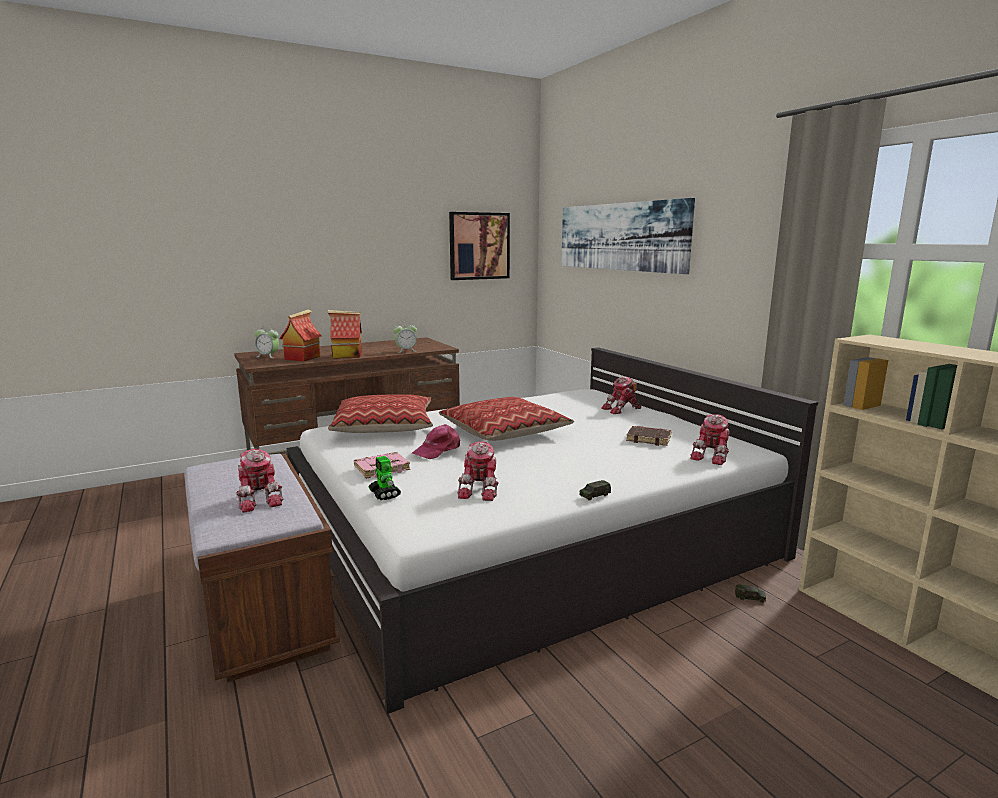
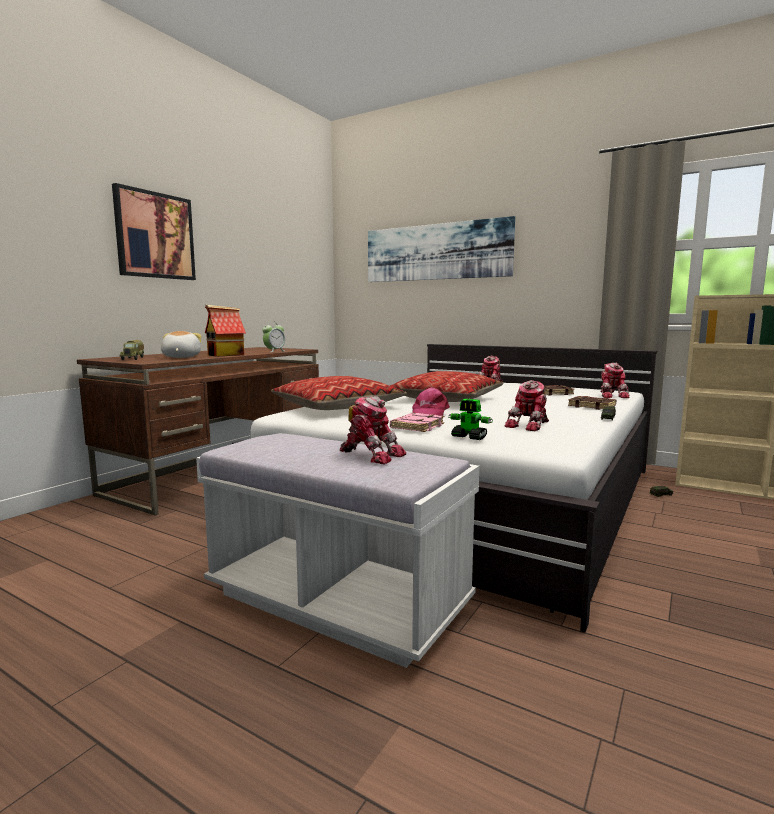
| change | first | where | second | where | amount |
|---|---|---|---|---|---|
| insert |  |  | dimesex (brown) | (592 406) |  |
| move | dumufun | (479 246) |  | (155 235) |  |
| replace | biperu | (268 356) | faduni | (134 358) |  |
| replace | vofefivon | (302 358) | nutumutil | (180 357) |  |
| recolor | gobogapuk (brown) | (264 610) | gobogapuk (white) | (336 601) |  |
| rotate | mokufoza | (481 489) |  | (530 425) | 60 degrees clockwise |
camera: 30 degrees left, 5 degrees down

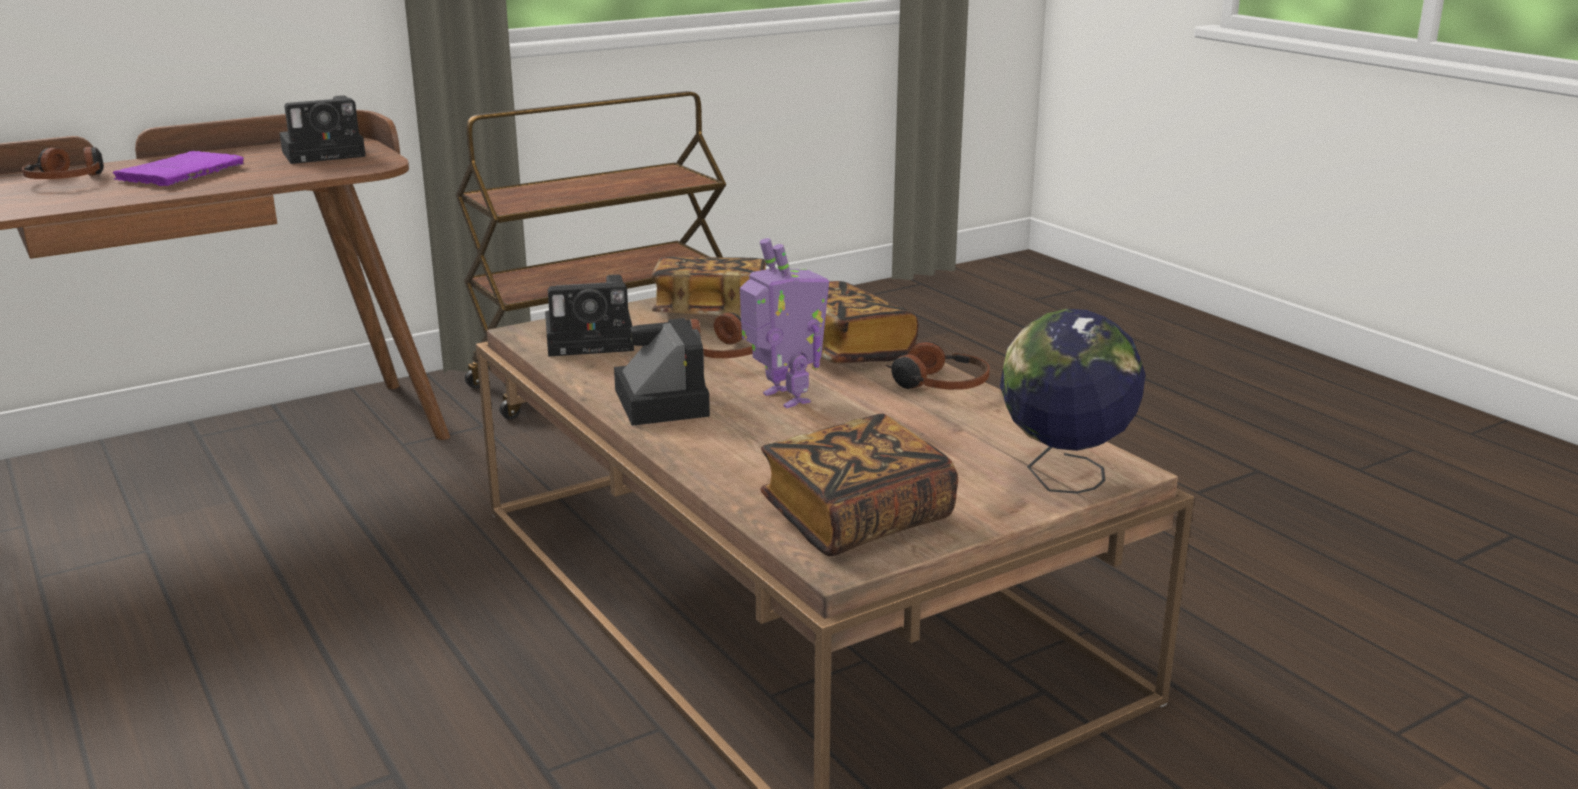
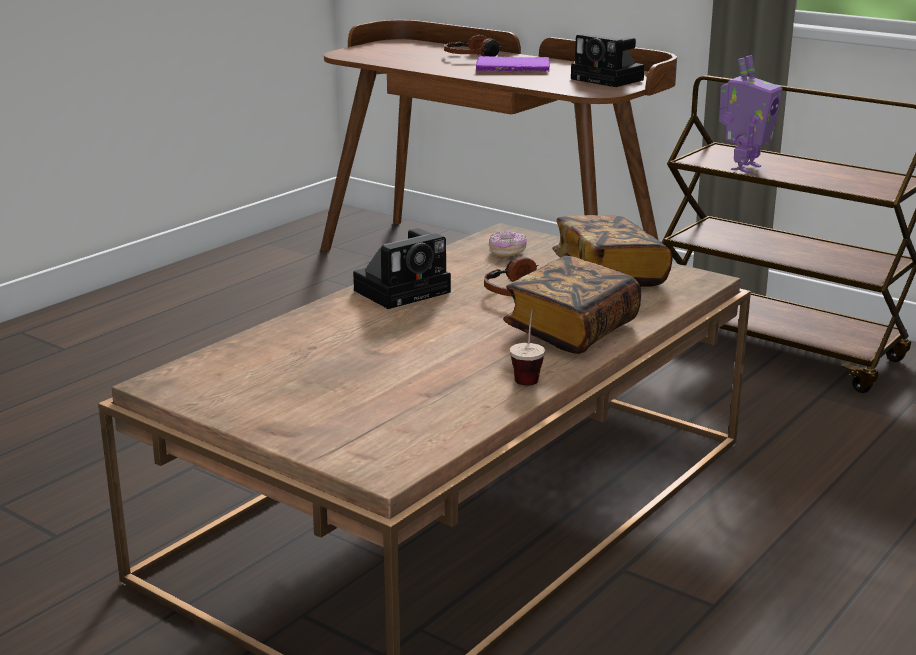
| change | first | where | second | where | amount |
|---|---|---|---|---|---|
| delete | dimesex | (856 519) |  |  |  |
| delete | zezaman | (1063 479) |  |  |  |
| move | mokufoza | (784 398) |  | (743 167) |  |
| replace | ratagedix | (594 340) | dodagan | (507 252) |  |
| replace | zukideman | (937 384) | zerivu | (528 375) |  |
camera: 70 degrees right, 0 degrees up

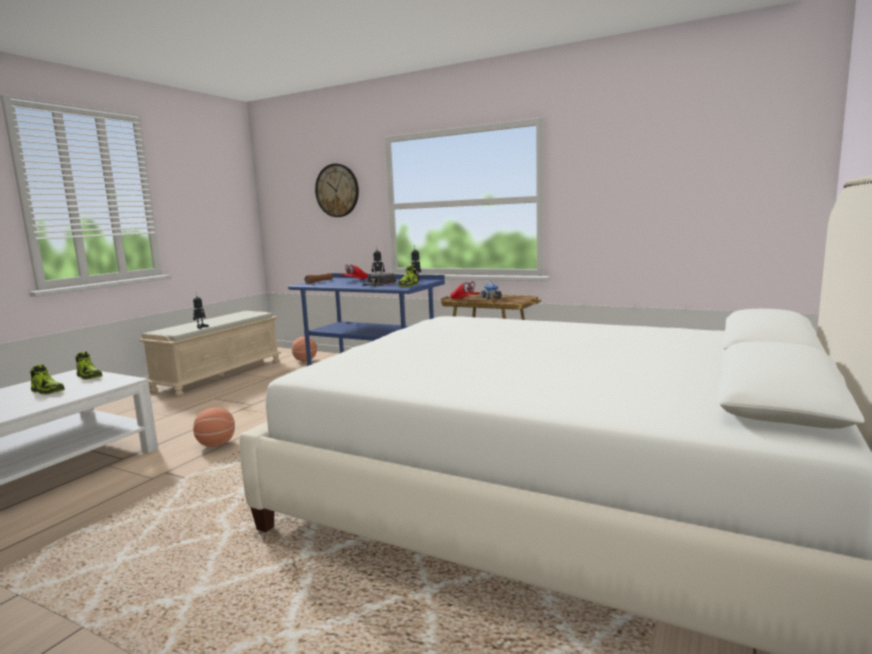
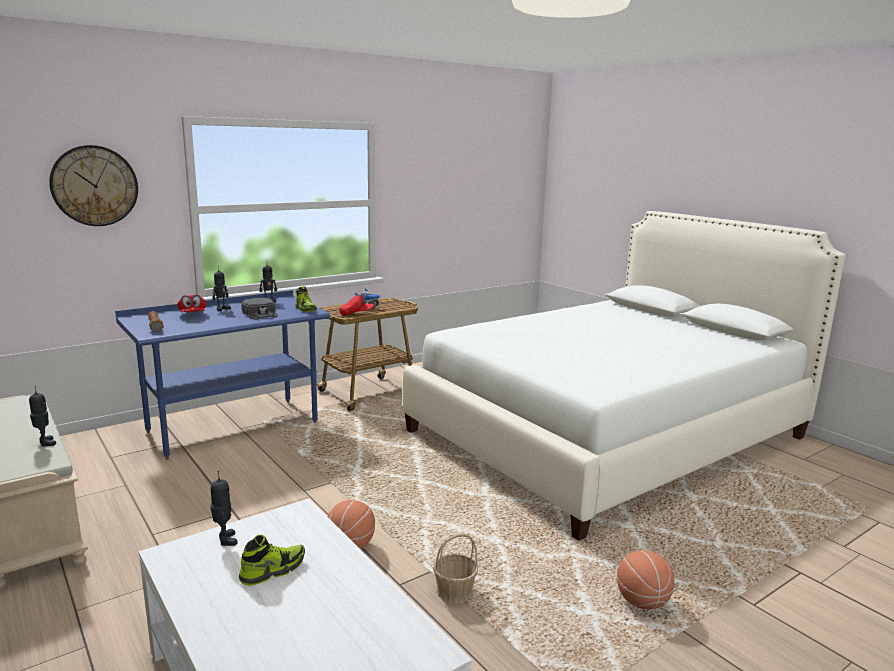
| change | first | where | second | where | amount |
|---|---|---|---|---|---|
| insert |  |  | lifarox | (454 591) |  |
| move | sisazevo | (305 360) |  | (642 602) |  |
| replace | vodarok | (89 376) | mokufoza | (225 540) |  |
camera: 65 degrees left, 5 degrees up

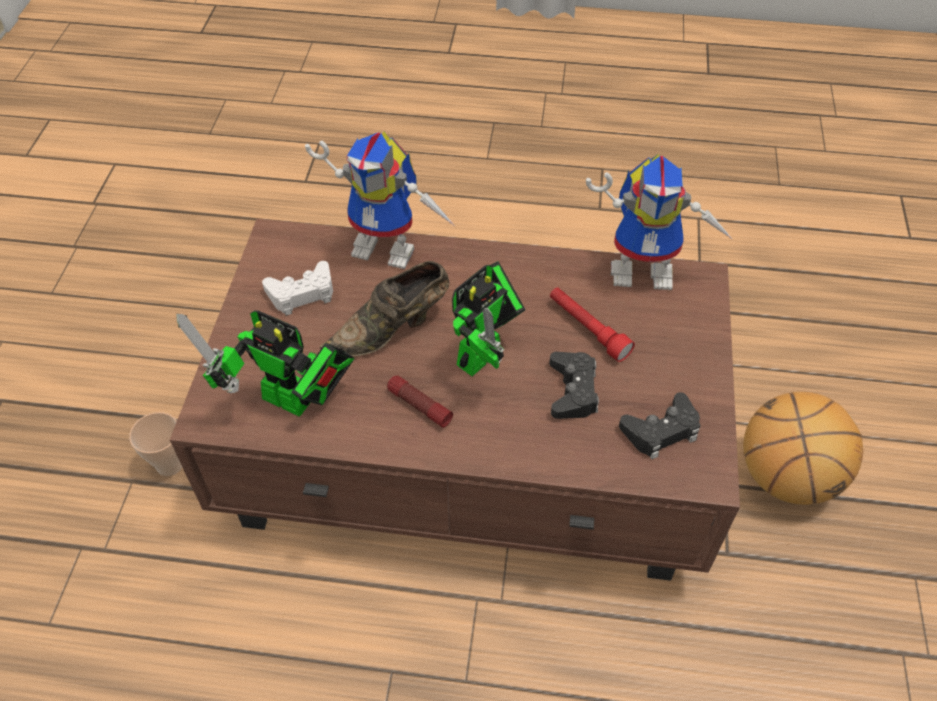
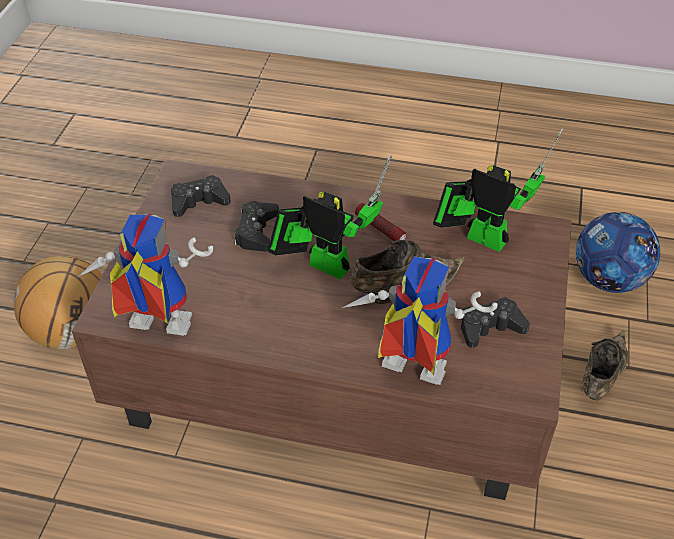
| change | first | where | second | where | amount |
|---|---|---|---|---|---|
| delete | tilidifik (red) | (587 329) |  |  |  |
| insert |  |  | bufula | (608 279) |  |
| replace | zerivu | (170 464) | vodarok (brown) | (600 378) |  |
| recolor | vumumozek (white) | (302 293) | vumumozek (black) | (490 327) |  |
| rotate | mokufoza | (484 353) |  | (323 264) | 75 degrees clockwise |
camera: 175 degrees left, 5 degrees down

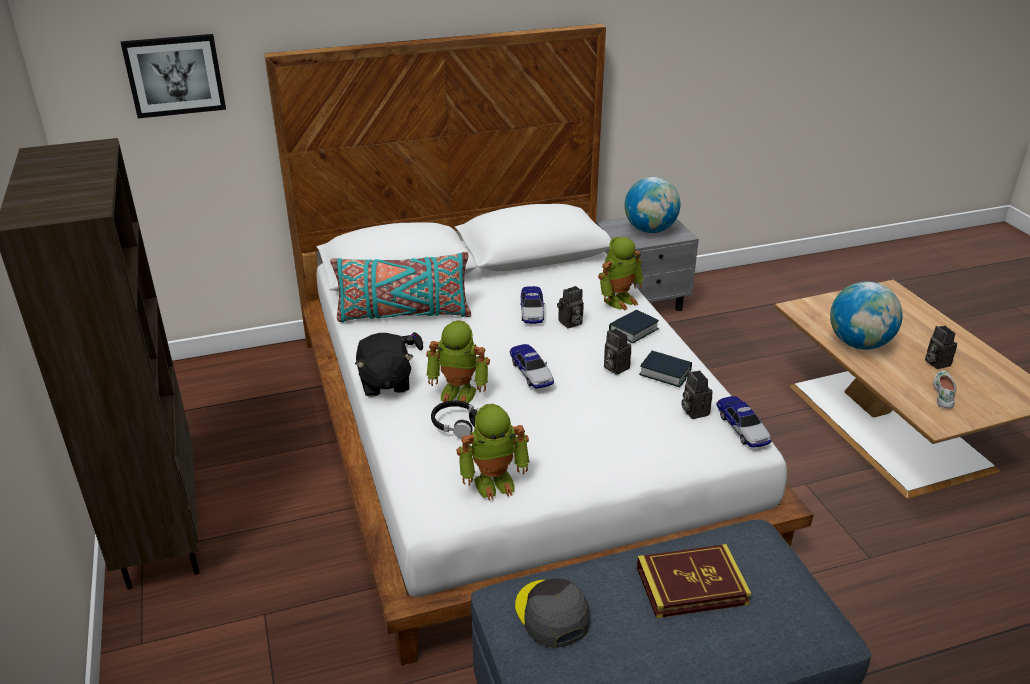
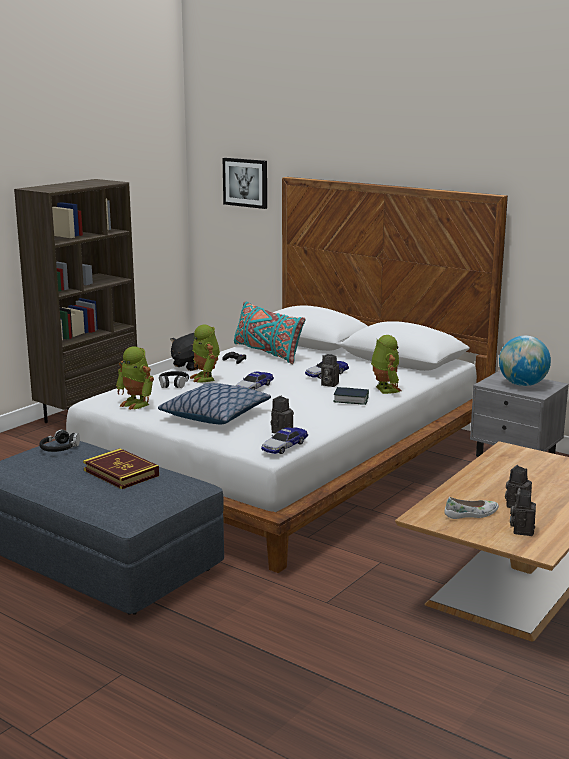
| change | first | where | second | where | amount |
|---|---|---|---|---|---|
| delete | dimesex | (665 373) |  |  |  |
| delete | zezaman | (859 344) |  |  |  |
| insert |  |  | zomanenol | (215 415) |  |
| move | ratagedix | (614 367) |  | (521 530) |  |
| replace | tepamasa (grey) | (551 614) | zukideman (black) | (59 448) |  |
| rotate | mokufoza | (619 300) |  | (384 389) | 120 degrees counterclockwise |
camera: 55 degrees right, 15 degrees down

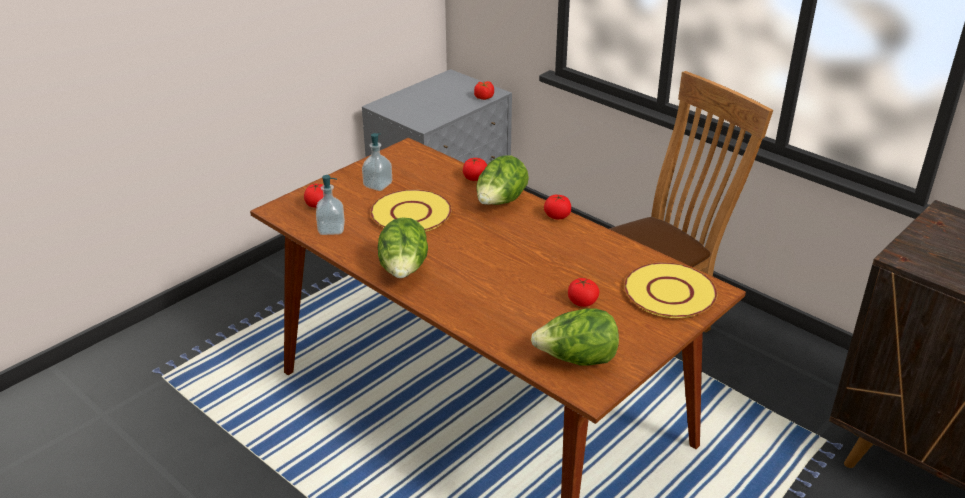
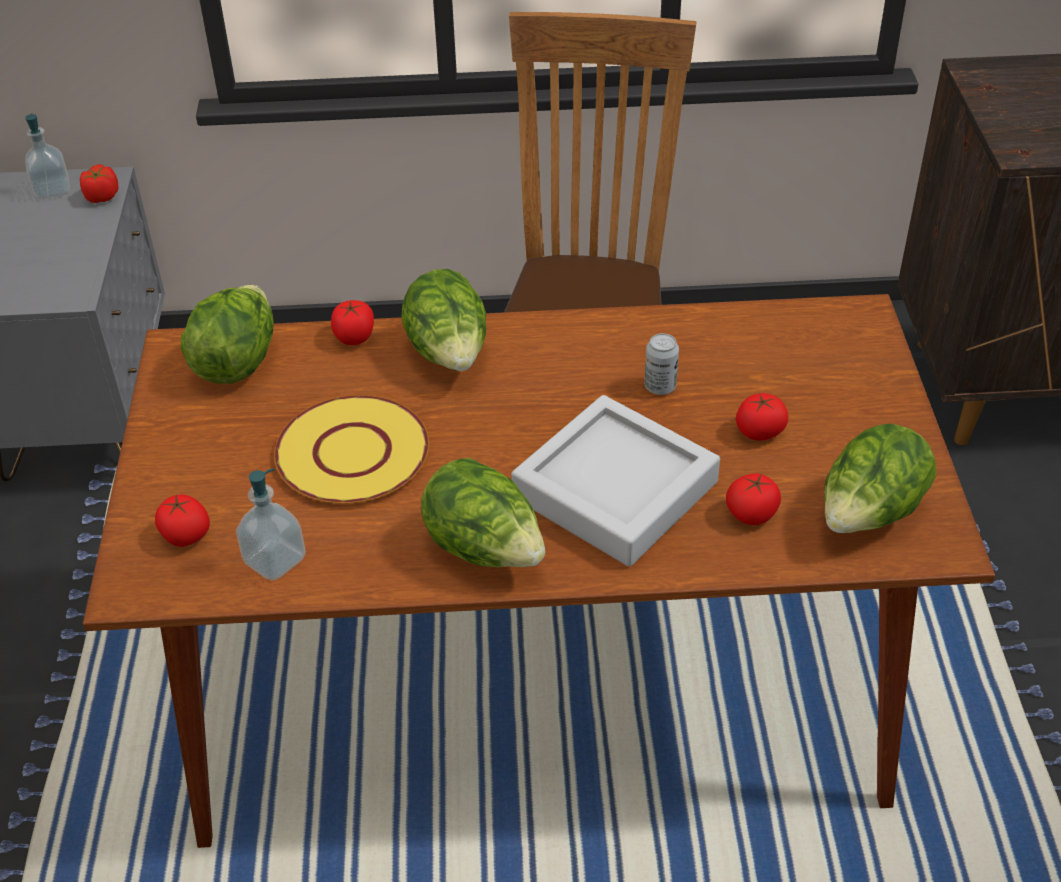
| change | first | where | second | where | amount |
|---|---|---|---|---|---|
| delete | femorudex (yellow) | (669 292) |  |  |  |
| insert |  |  | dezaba | (237 361) |  |
| insert |  |  | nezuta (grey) | (615 490) |  |
| insert |  |  | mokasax | (660 387) |  |
| move | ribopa | (378 185) |  | (52 190) |  |
| move | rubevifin | (557 216) |  | (751 514) |  |
camera: 45 degrees left, 10 degrees up

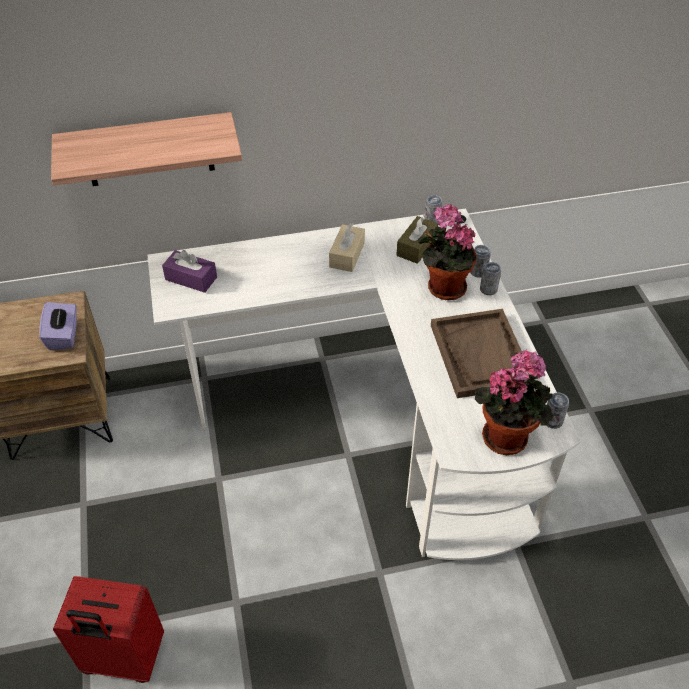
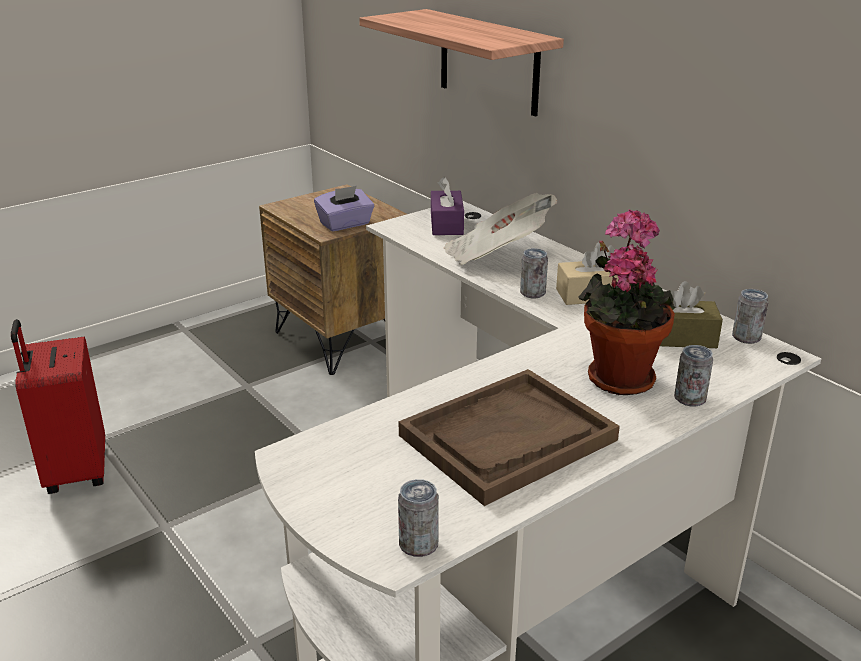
| change | first | where | second | where | amount |
|---|---|---|---|---|---|
| delete | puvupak | (507 434) |  |  |  |
| insert |  |  | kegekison | (496 255) |  |
| move | mokasax | (488 290) |  | (532 293) |  |
camera: 65 degrees right, 20 degrees down

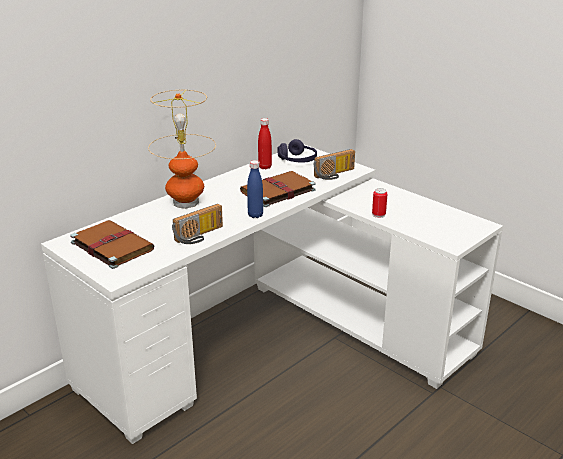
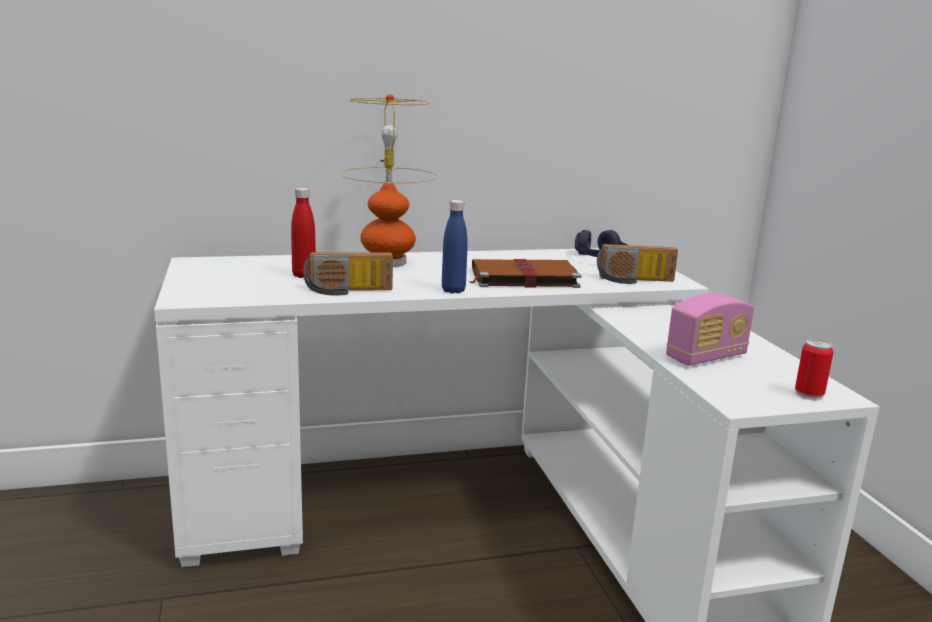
| change | first | where | second | where | amount |
|---|---|---|---|---|---|
| delete | dimesex (brown) | (111 246) |  |  |  |
| insert |  |  | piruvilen | (706 357) |  |
| move | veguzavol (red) | (265 167) |  | (304 275) |  |
| move | mokasax | (378 215) |  | (809 394) |  |
camera: 30 degrees right, 10 degrees down

